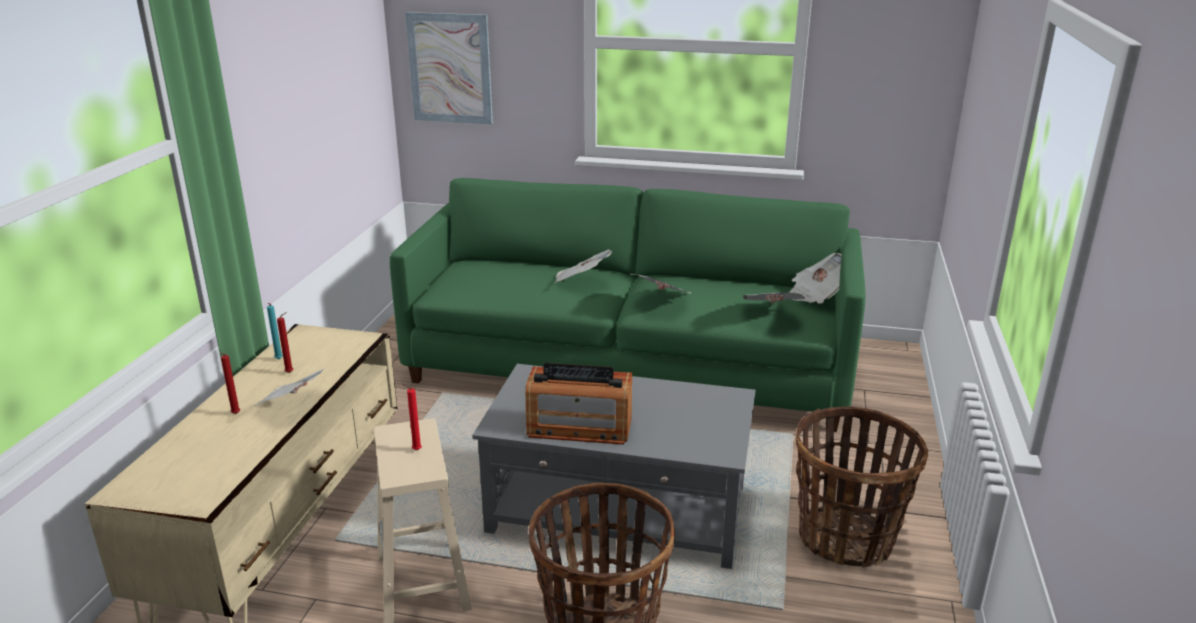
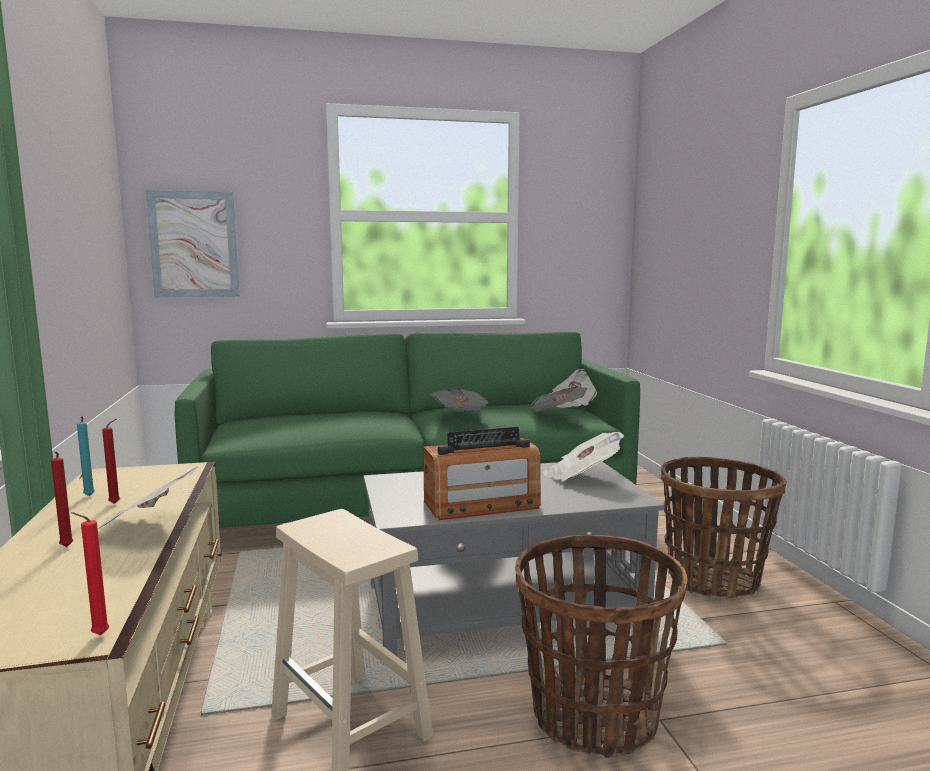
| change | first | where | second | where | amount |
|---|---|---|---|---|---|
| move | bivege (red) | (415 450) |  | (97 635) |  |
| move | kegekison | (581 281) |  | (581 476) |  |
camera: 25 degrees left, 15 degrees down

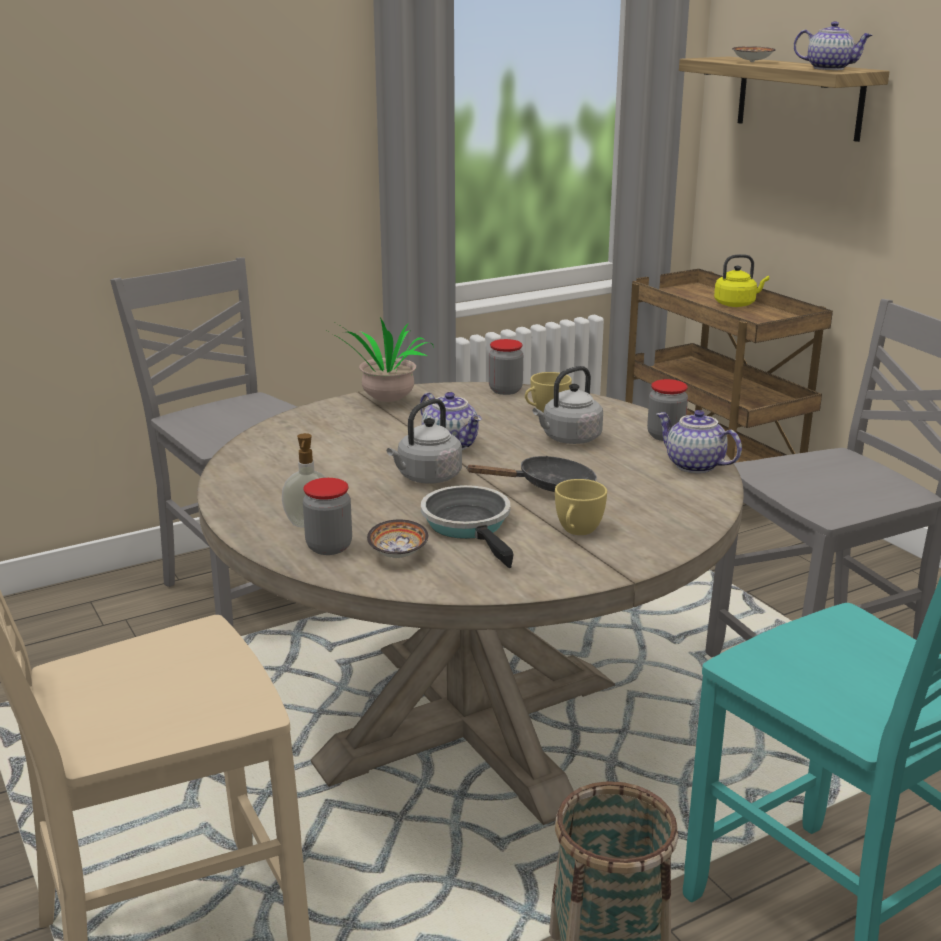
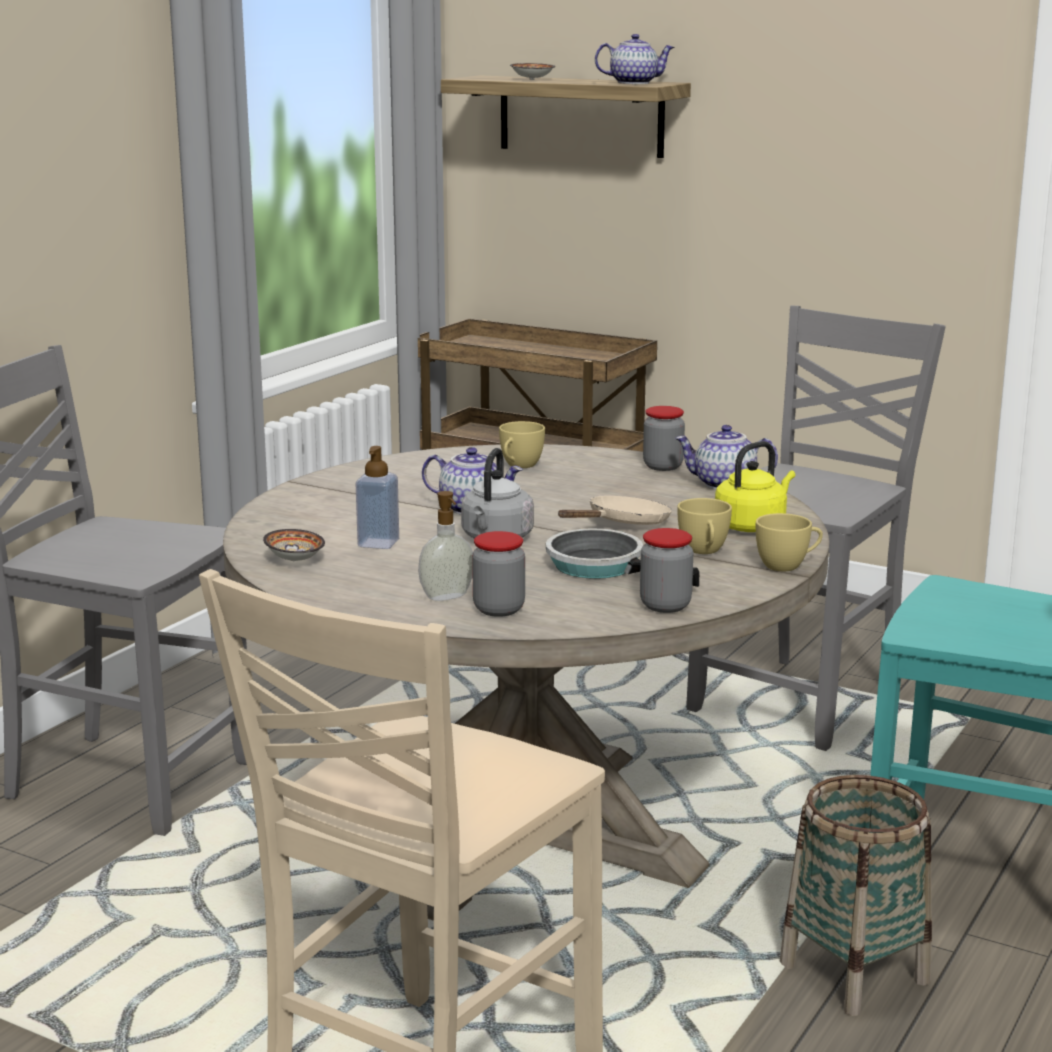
| change | first | where | second | where | amount |
|---|---|---|---|---|---|
| delete | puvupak | (386 403) |  |  |  |
| delete | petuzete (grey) | (569 439) |  |  |  |
| insert |  |  | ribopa | (378 543) |  |
| insert |  |  | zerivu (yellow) | (788 566) |  |
| move | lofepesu | (398 554) |  | (295 560) |  |
| move | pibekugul | (505 390) |  | (665 605) |  |
| move | petuzete (yellow) | (736 304) |  | (752 526) |  |
| recolor | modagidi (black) | (548 486) | modagidi (beige) | (623 524) |  |
camera: 30 degrees left, 5 degrees down

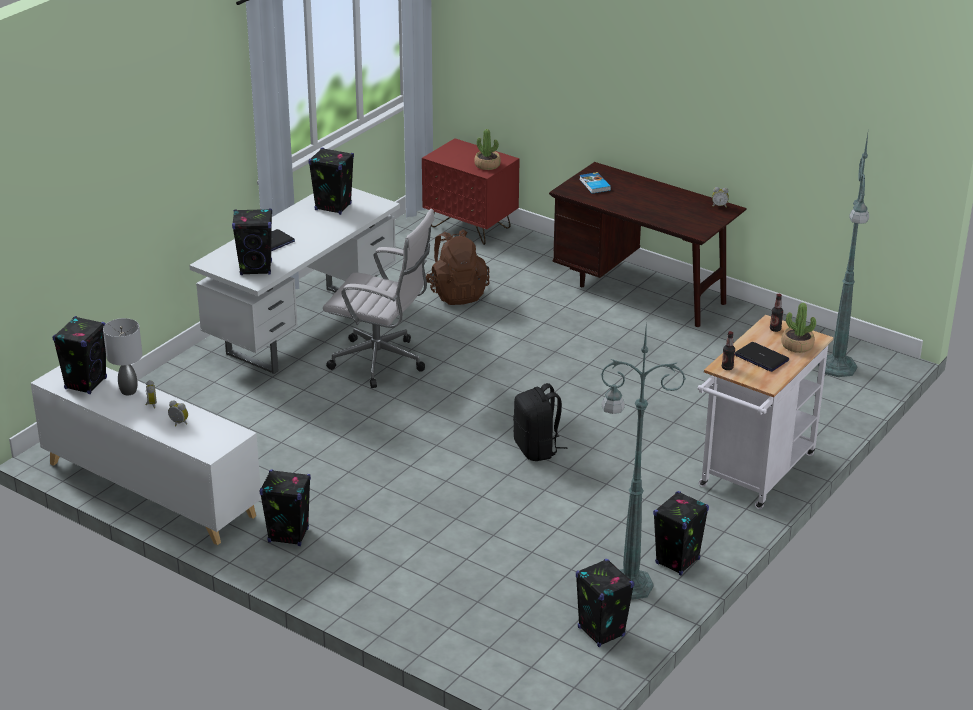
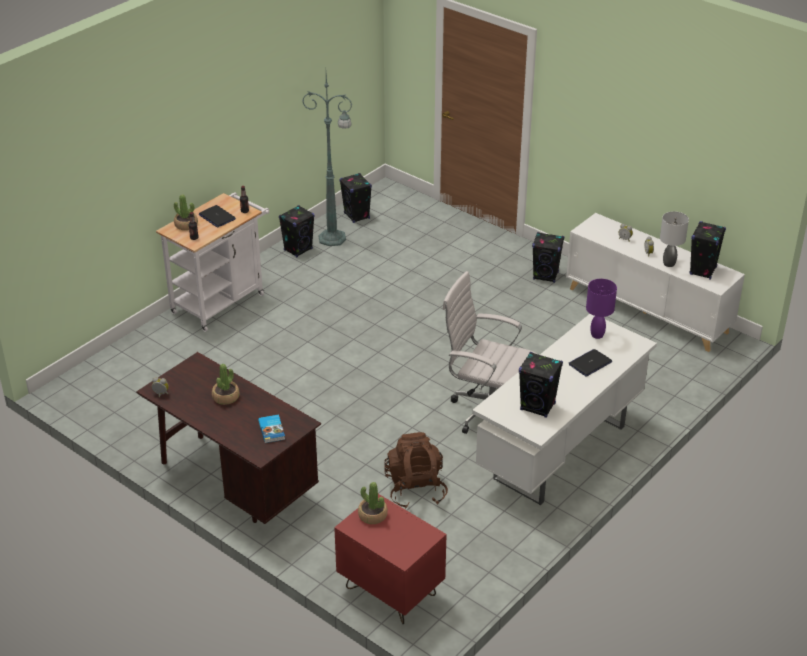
| change | first | where | second | where | amount |
|---|---|---|---|---|---|
| delete | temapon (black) | (537 449) |  |  |  |
| delete | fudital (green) | (837 368) |  |  |  |
| insert |  |  | puvupak | (226 397) |  |
| replace | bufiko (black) | (256 268) | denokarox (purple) | (597 335) |  |
camera: 175 degrees left, 5 degrees up

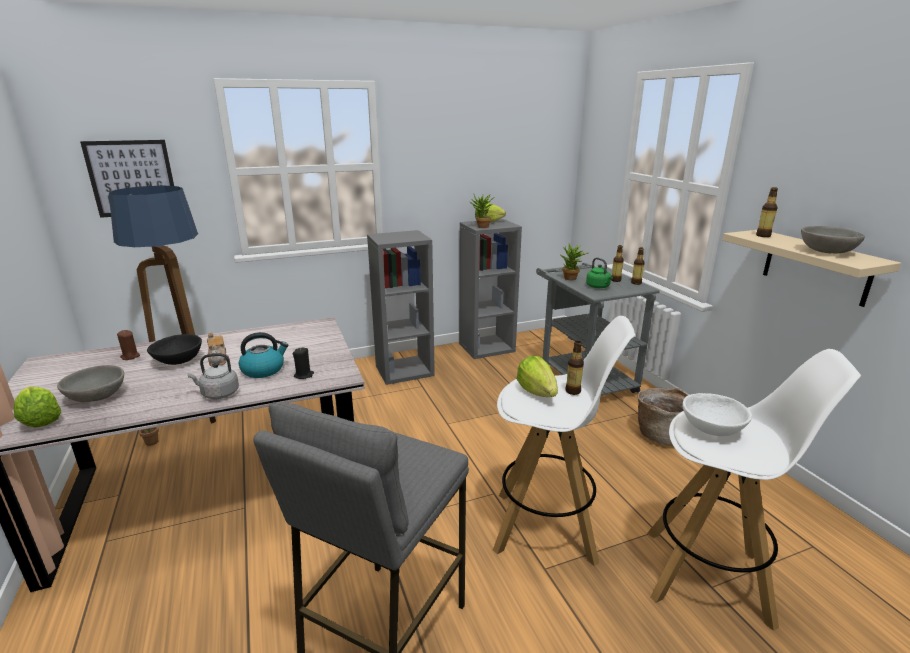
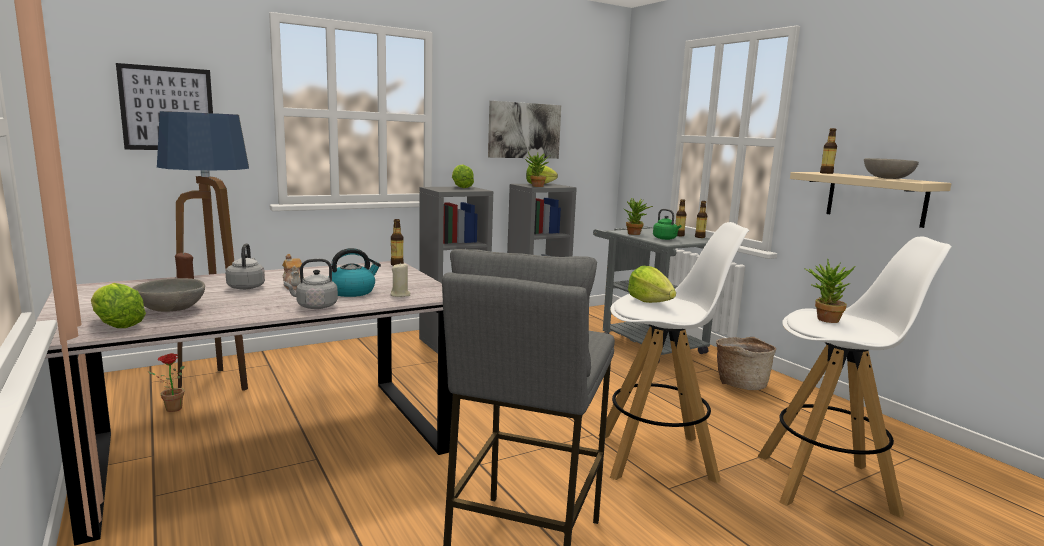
| change | first | where | second | where | amount |
|---|---|---|---|---|---|
| insert |  |  | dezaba | (461 187) |  |
| insert |  |  | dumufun | (524 130) |  |
| move | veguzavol | (573 391) |  | (397 264) |  |
| replace | lofepesu (black) | (178 361) | petuzete (grey) | (246 287) |  |
| replace | lofepesu (white) | (711 428) | puvupak | (823 319) |  |
| recolor | bivege (black) | (304 375) | bivege (beige) | (400 295) |  |
camera: 10 degrees left, 10 degrees down

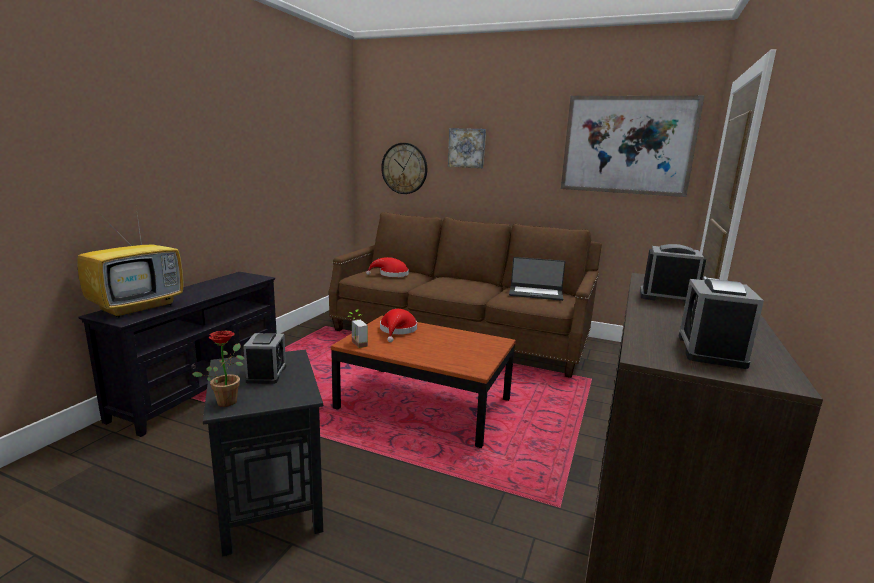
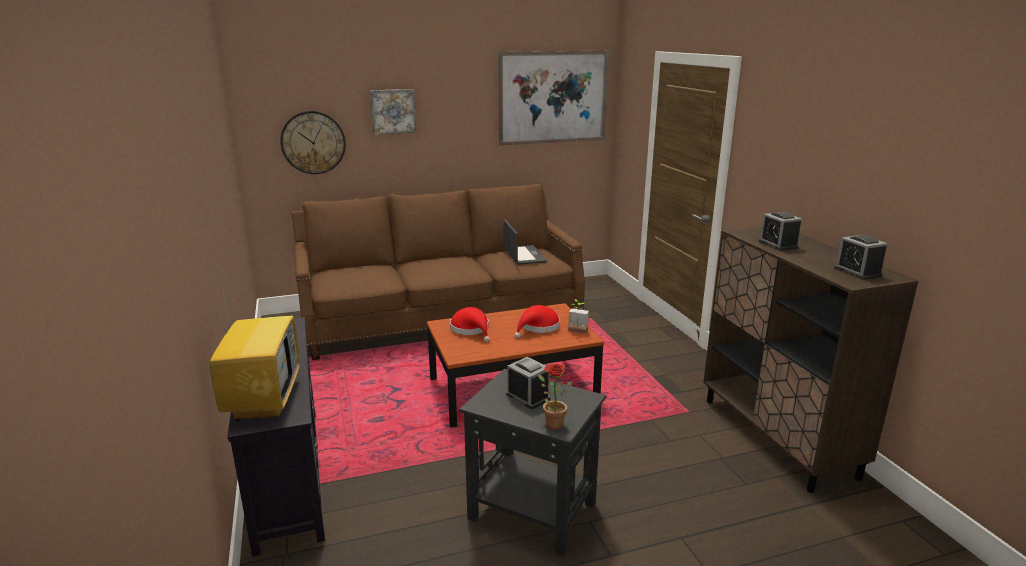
| change | first | where | second | where | amount |
|---|---|---|---|---|---|
| move | puvupak | (355 344) |  | (577 332) |  |
| move | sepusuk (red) | (391 274) |  | (538 327) |  |
| rotate | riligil | (535 293) |  | (523 255) | 75 degrees counterclockwise |
| rotate | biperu | (668 297) |  | (778 244) | 90 degrees counterclockwise |
camera: 40 degrees left, 5 degrees up

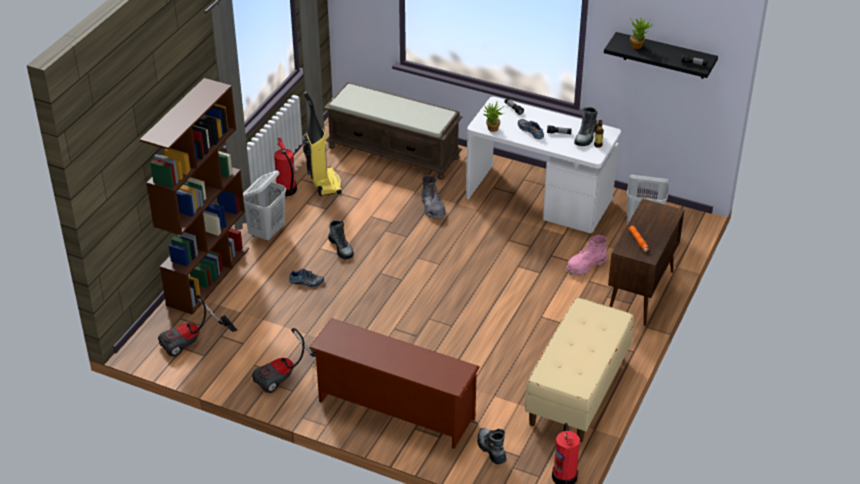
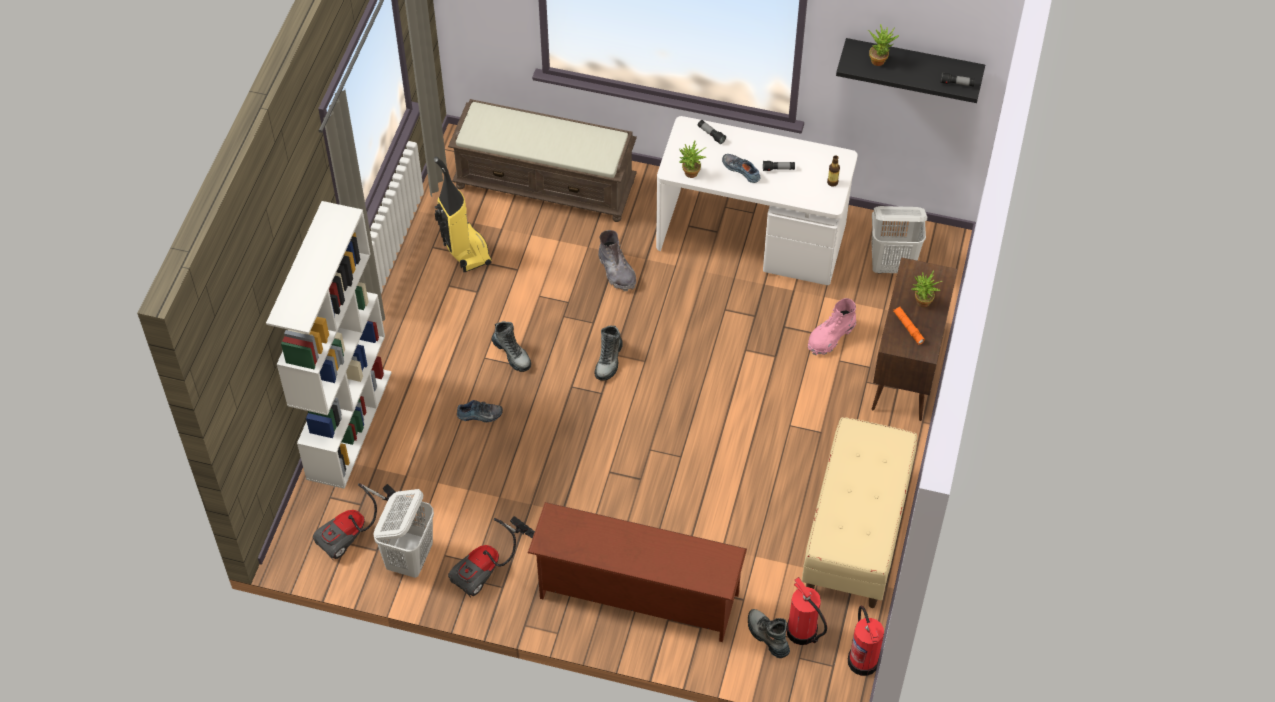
| change | first | where | second | where | amount |
|---|---|---|---|---|---|
| insert |  |  | puvupak | (921 304) |  |
| move | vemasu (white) | (267 232) |  | (410 558) |  |
| move | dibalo | (286 190) |  | (802 632) |  |
| move | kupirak | (586 136) |  | (609 360) |  |
| recolor | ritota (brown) | (208 276) | ritota (white) | (349 424) |  |
camera: 10 degrees left, 15 degrees up

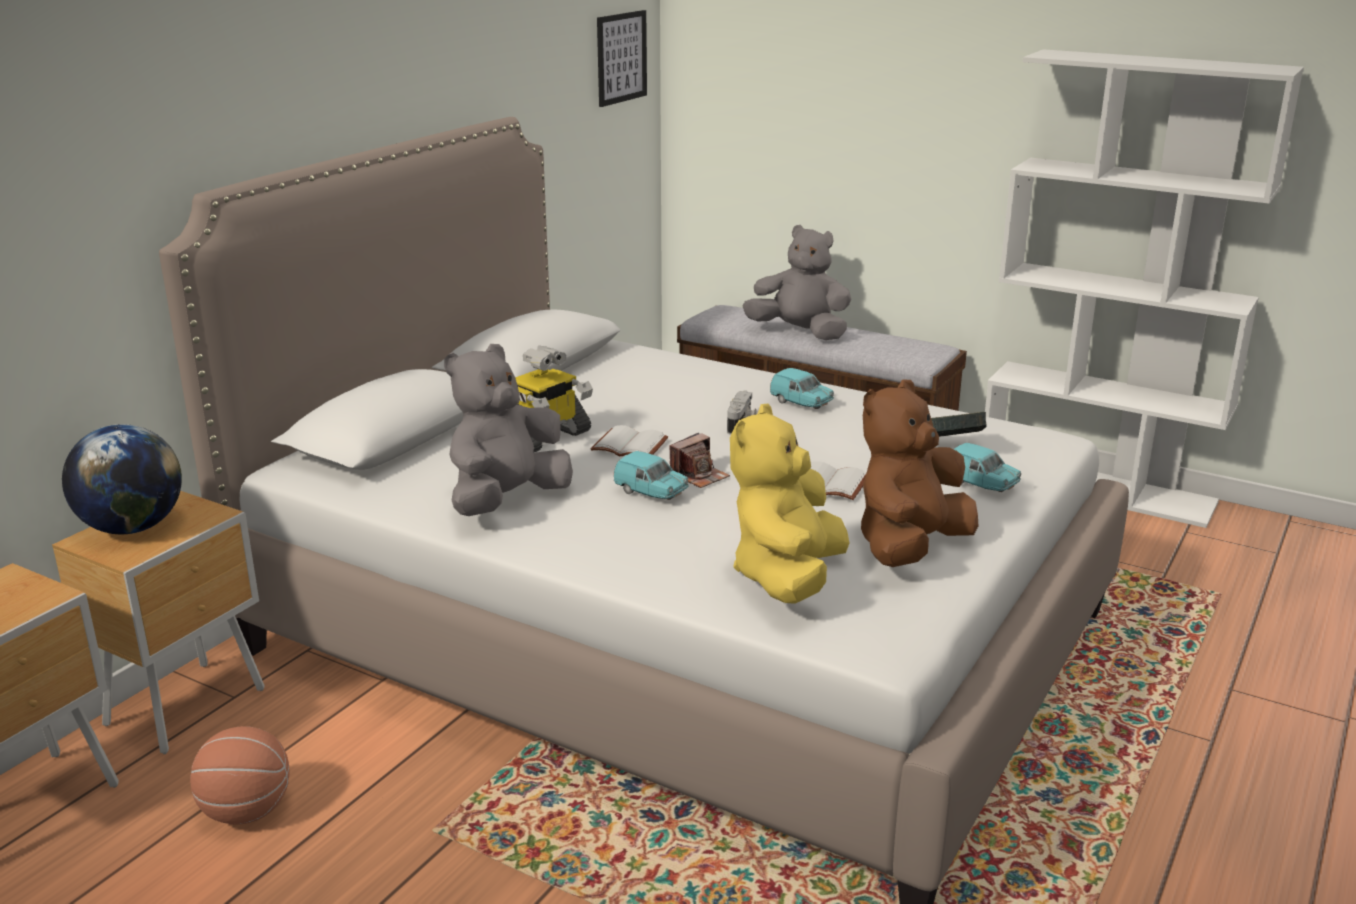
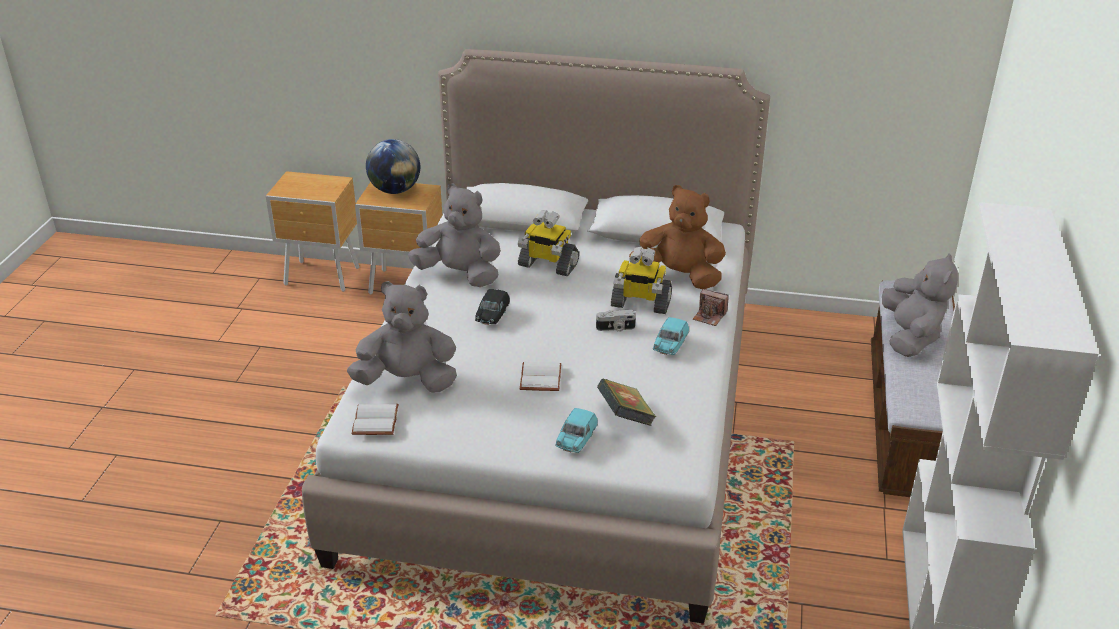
| change | first | where | second | where | amount |
|---|---|---|---|---|---|
| delete | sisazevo | (246 811) |  |  |  |
| delete | dumufun | (621 57) |  |  |  |
| insert |  |  | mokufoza | (640 303) |  |
| move | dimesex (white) | (631 445) |  | (377 421) |  |
| move | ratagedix | (699 476) |  | (709 316) |  |
| move | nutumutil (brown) | (910 548) |  | (679 276) |  |
| recolor | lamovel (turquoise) | (651 493) | lamovel (black) | (492 316) |  |
| recolor | nutumutil (yellow) | (787 577) | nutumutil (grey) | (407 381) |  |
camera: 70 degrees right, 10 degrees up

